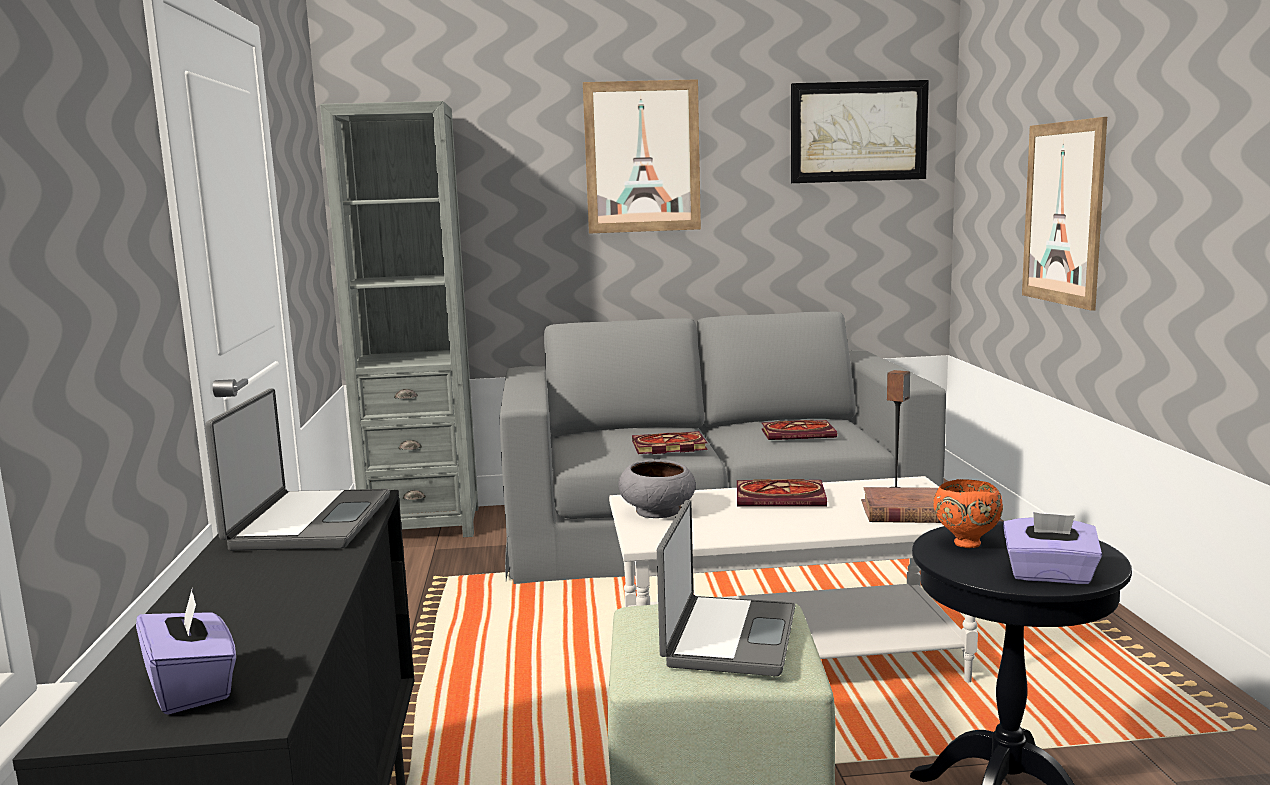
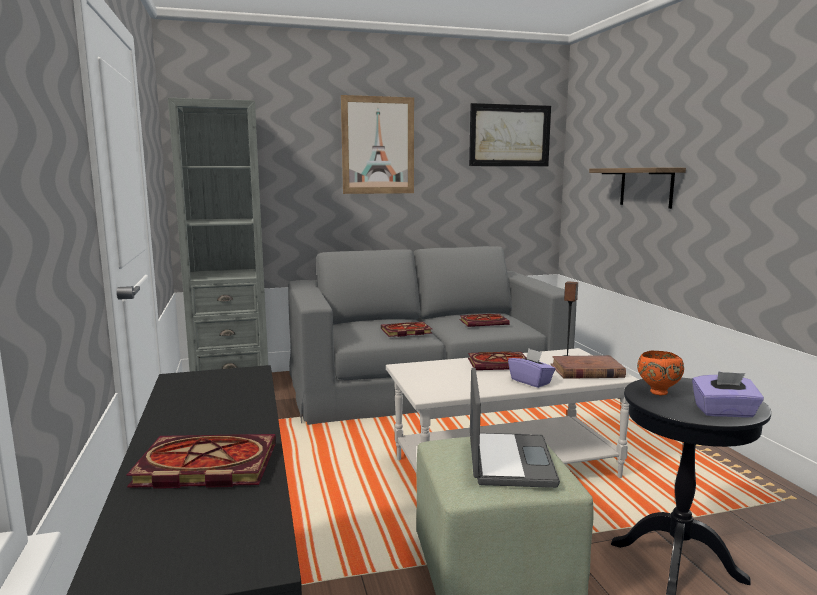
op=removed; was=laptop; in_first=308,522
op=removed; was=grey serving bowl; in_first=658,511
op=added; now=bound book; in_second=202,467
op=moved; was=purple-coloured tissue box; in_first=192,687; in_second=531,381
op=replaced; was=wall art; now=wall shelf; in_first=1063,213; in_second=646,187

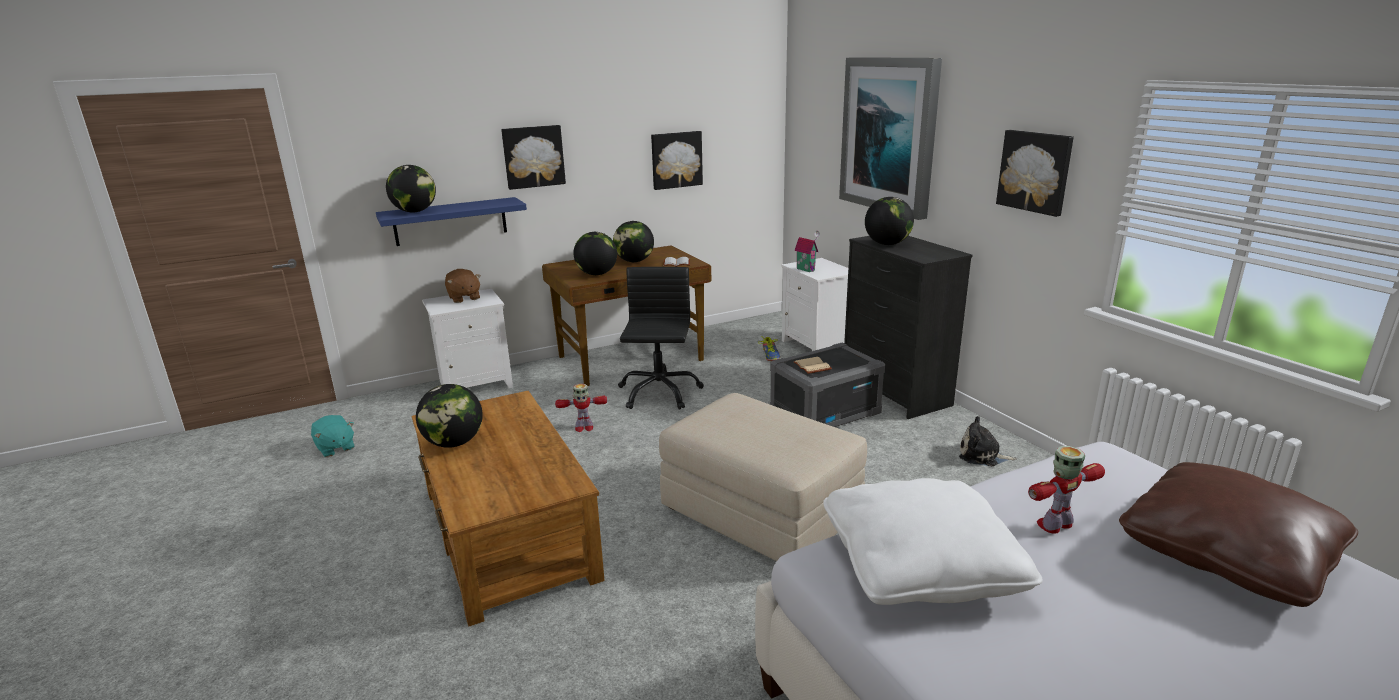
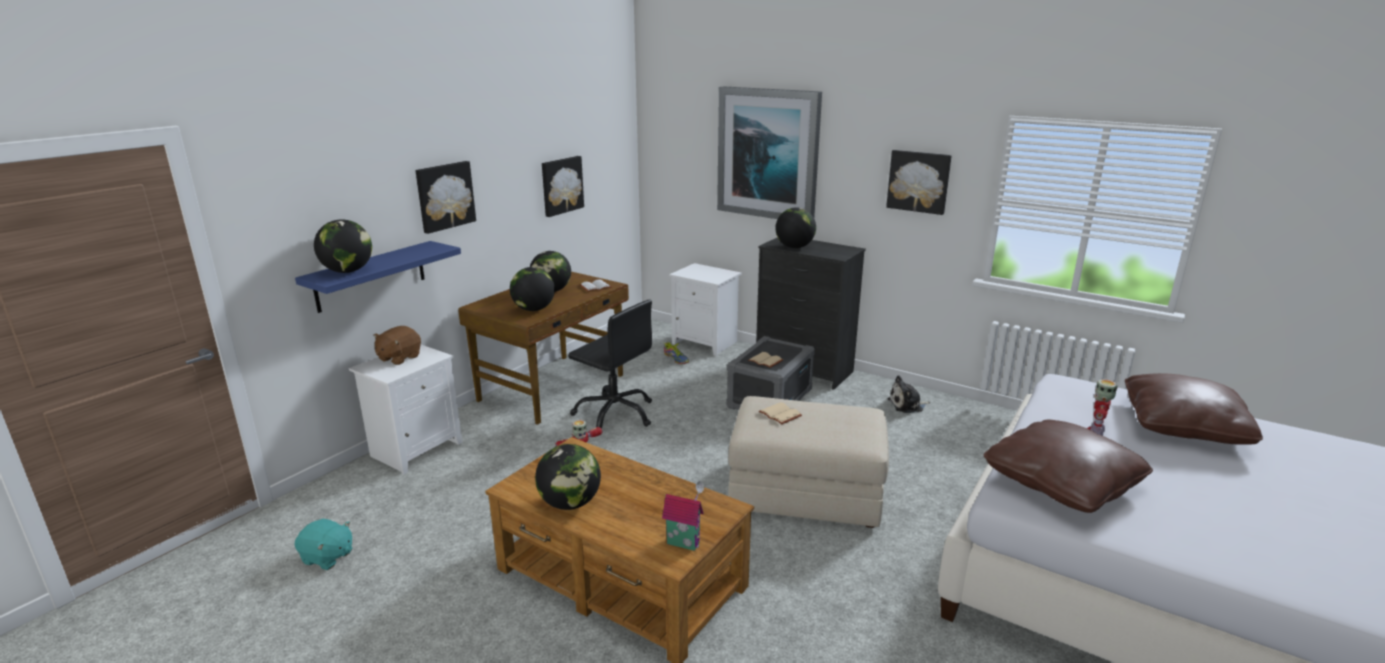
op=added; now=beige bound book; in_second=779,414
op=moved; was=toy house; in_first=806,269; in_second=684,542
op=recoloured; was=white-coloured pillow; now=brown-coloured pillow; in_first=920,565; in_second=1061,483
op=turned; was=brown-coloured cuddly toy; in_first=464,298; in_second=399,358; clockwise=90
op=turned; was=black desk chair; in_first=659,392; in_second=615,414; clockwise=150

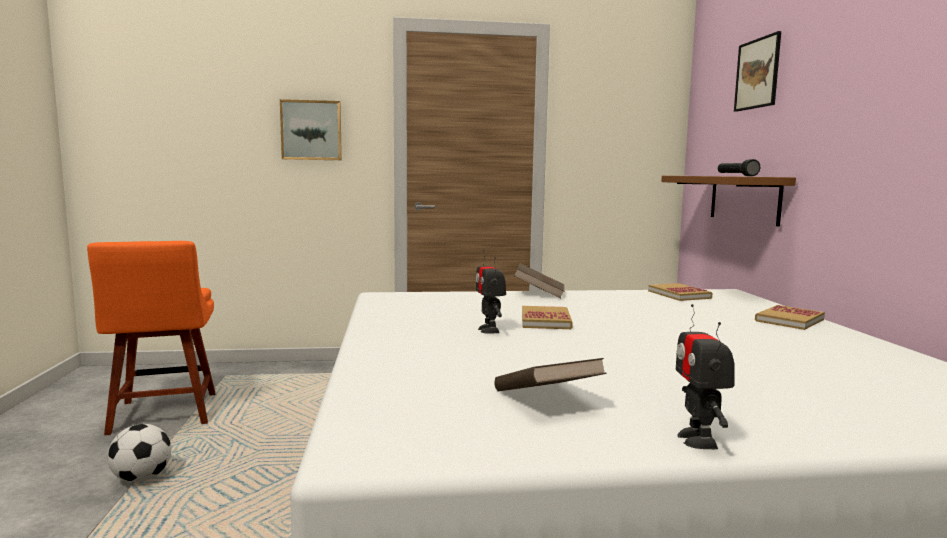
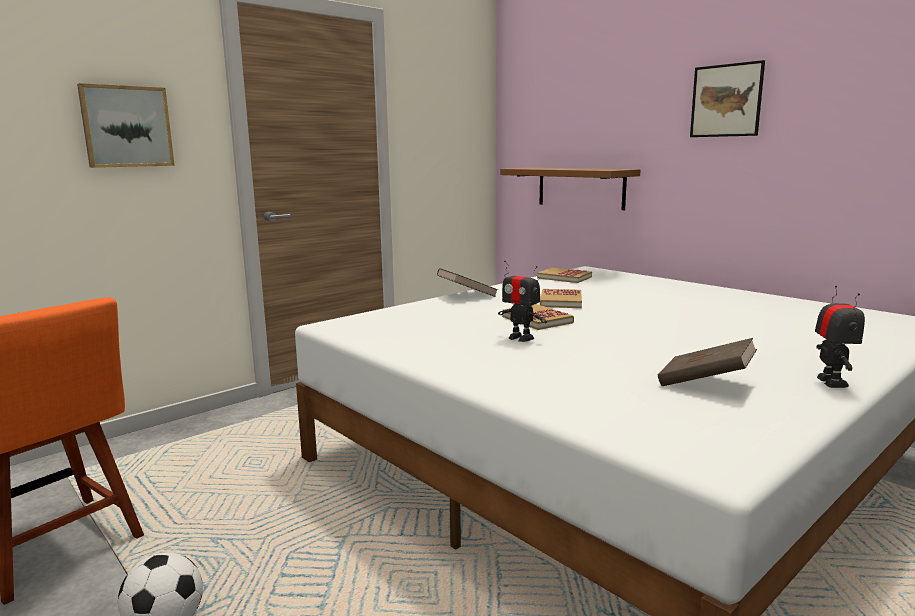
op=removed; was=black hand torch; in_first=736,176
op=moved; was=wall art; in_first=757,73; in_second=726,100
op=moved; was=bound book; in_first=789,320; in_second=560,301
op=turned; was=robot figure; in_first=698,440; in_second=831,382; clockwise=-135

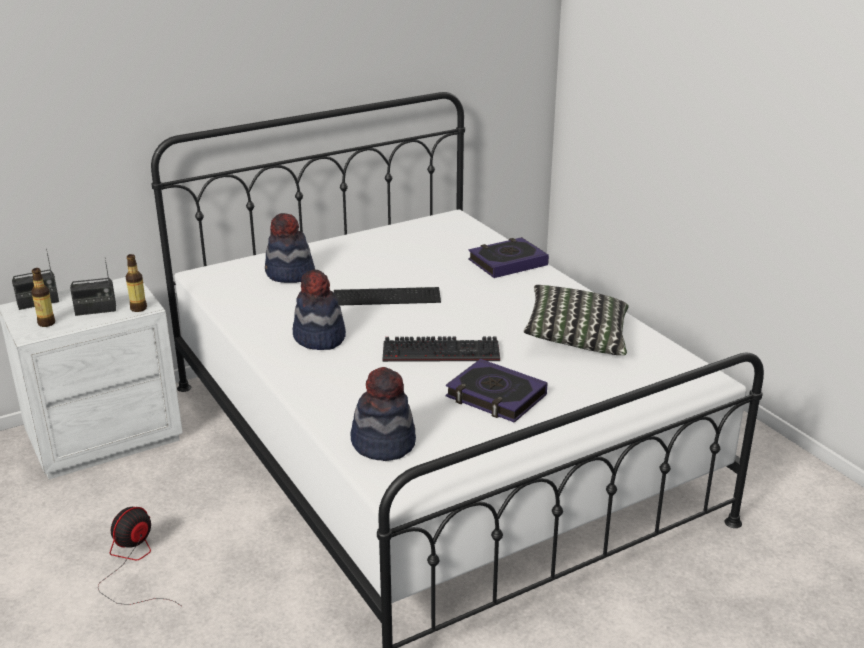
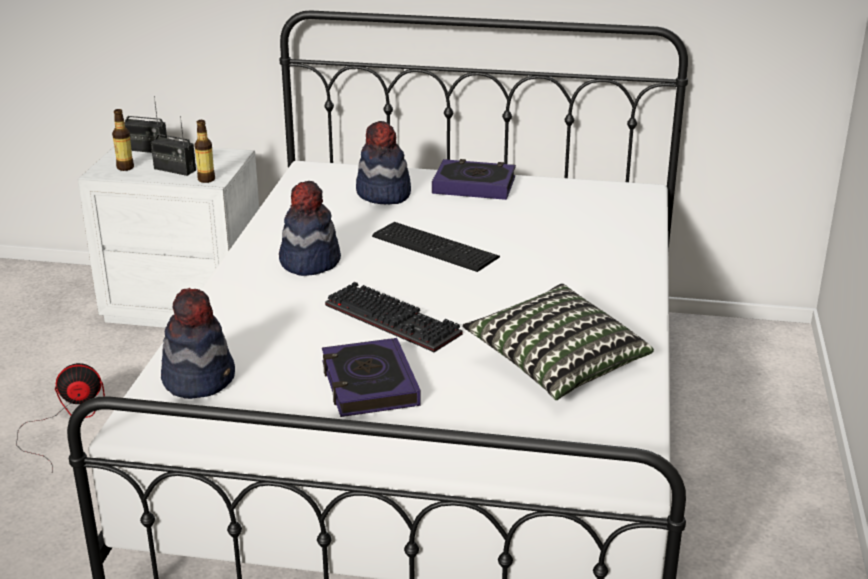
op=moved; was=bound book; in_first=507,263; in_second=474,185

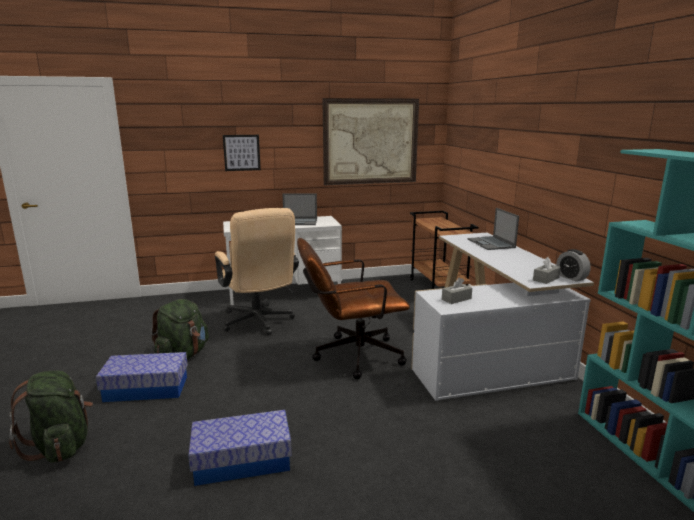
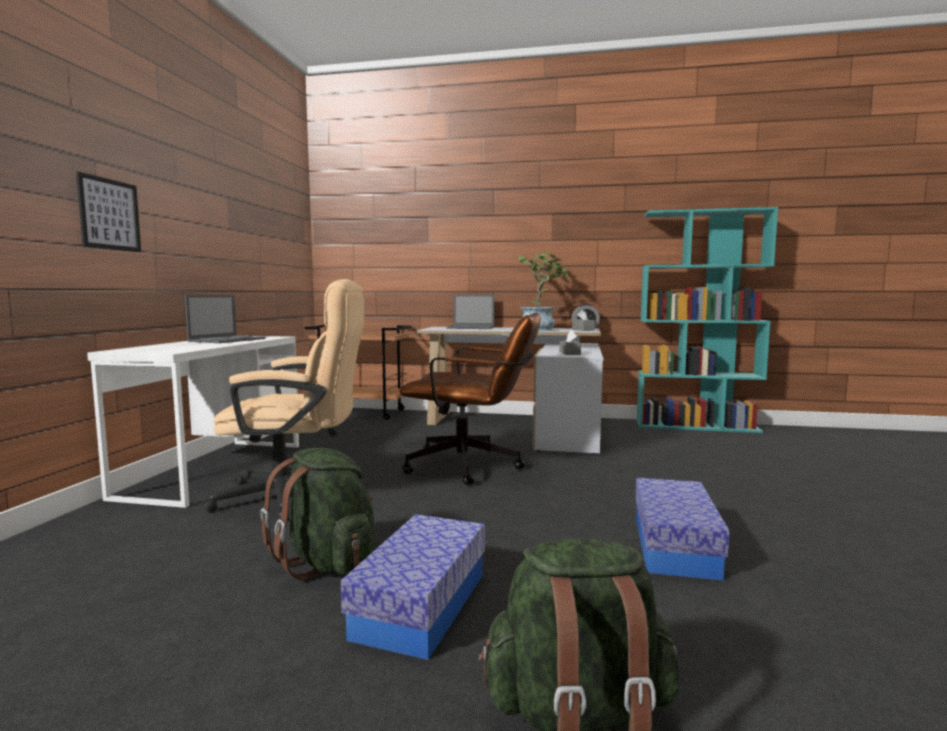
op=removed; was=wall art; in_first=370,142
op=added; now=potted plant; in_second=540,329
op=turned; was=brown-coloured desk chair; in_first=350,356; in_second=474,467; clockwise=-90

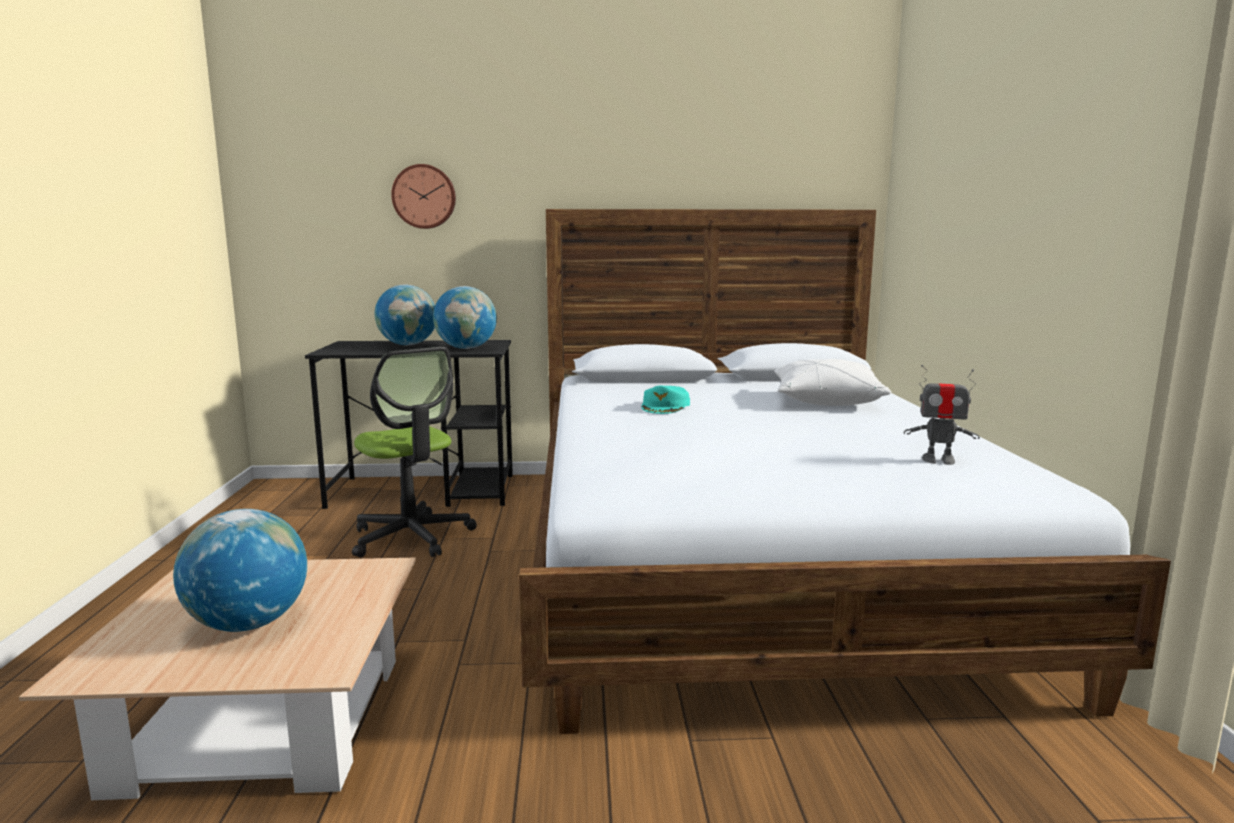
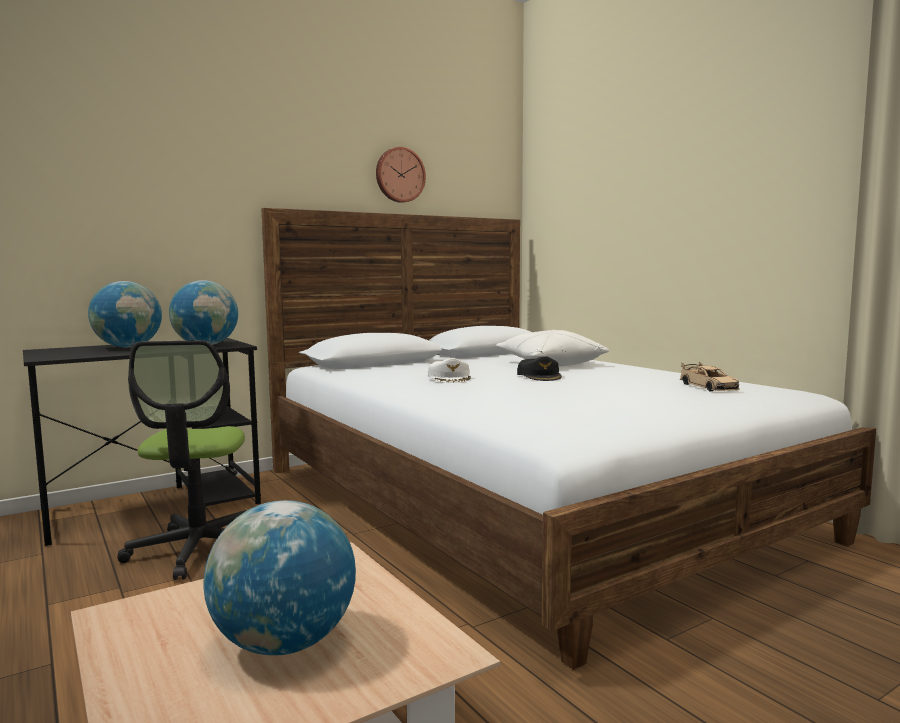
op=added; now=black cap; in_second=539,376
op=moved; was=hanging clock; in_first=424,196; in_second=399,175
op=replaced; was=robot figure; now=beige model car; in_first=938,460; in_second=708,387
op=recoloured; was=blue-green cap; now=white-coloured cap; in_first=665,407; in_second=450,378
op=turned; was=desk chair; in_first=411,537; in_second=198,550; clockwise=60

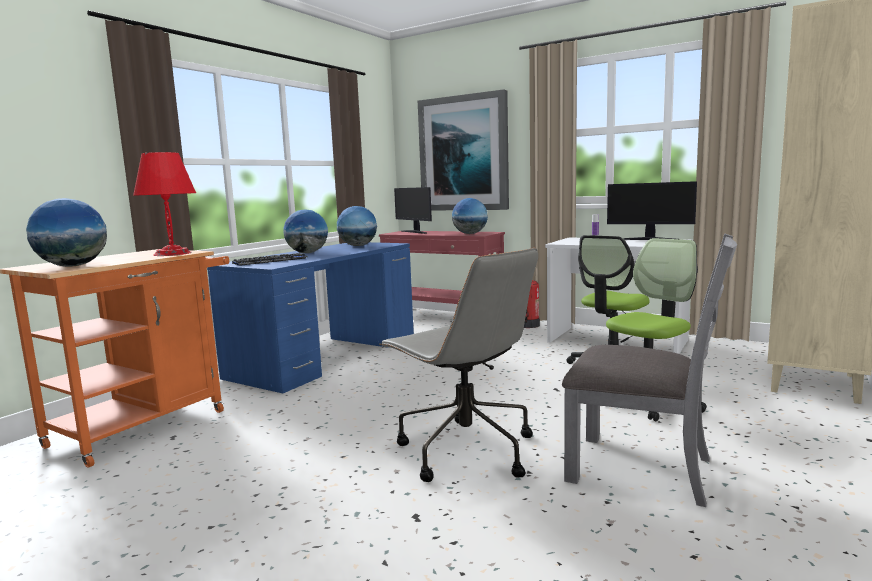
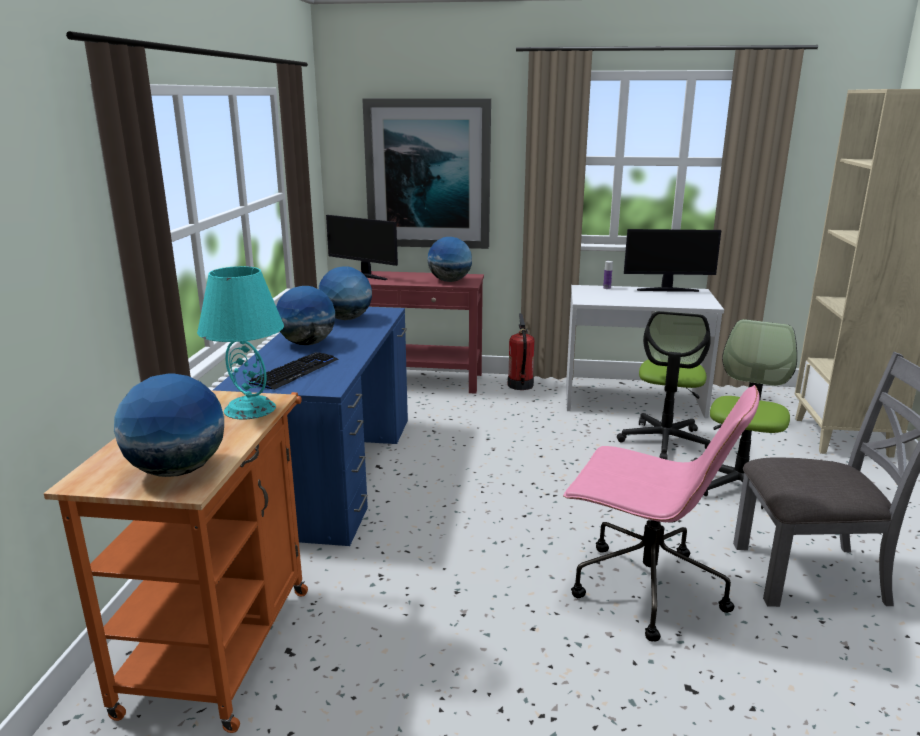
op=recoloured; was=red table lamp; now=blue-green table lamp; in_first=173,253; in_second=250,408
op=recoloured; was=grey desk chair; now=pink desk chair; in_first=464,450; in_second=644,588

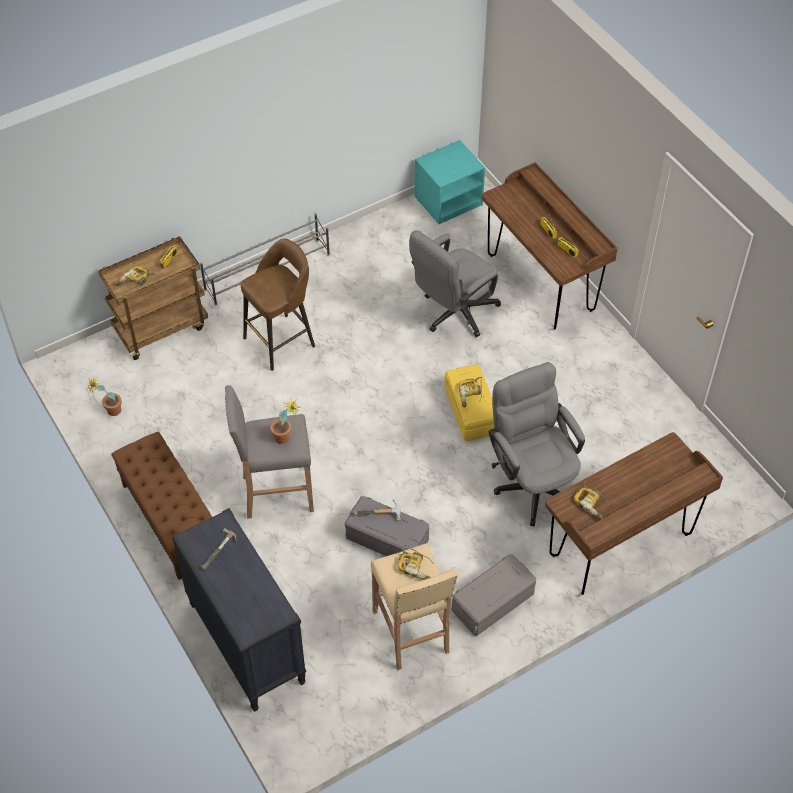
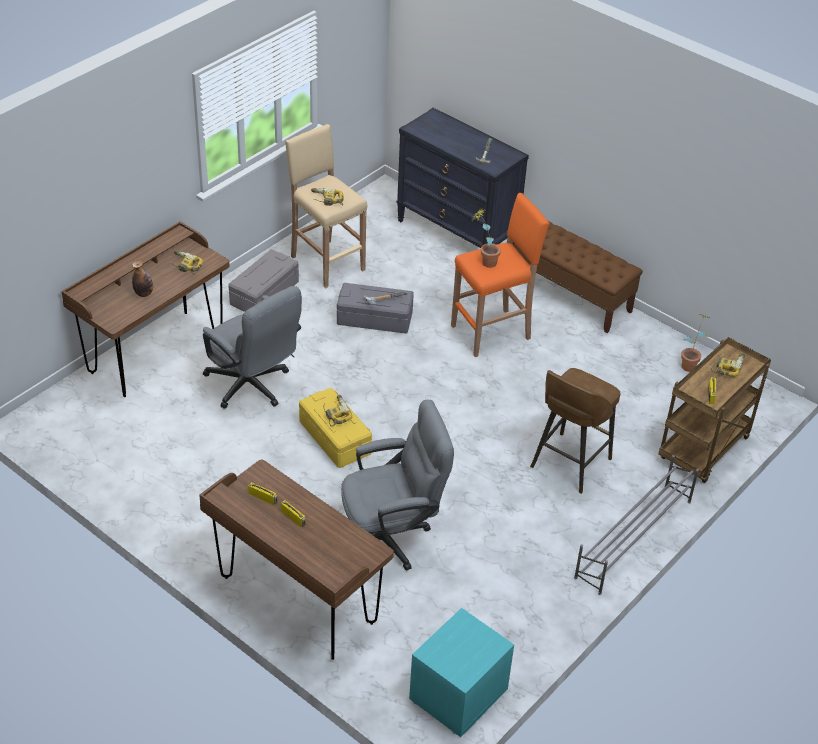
op=added; now=beverage bottle; in_second=144,293
op=recoloured; was=grey stool seat; now=orange stool seat; in_first=276,493; in_second=492,332
op=turned; was=grey desk chair; in_first=453,314; in_second=391,537; clockwise=45

